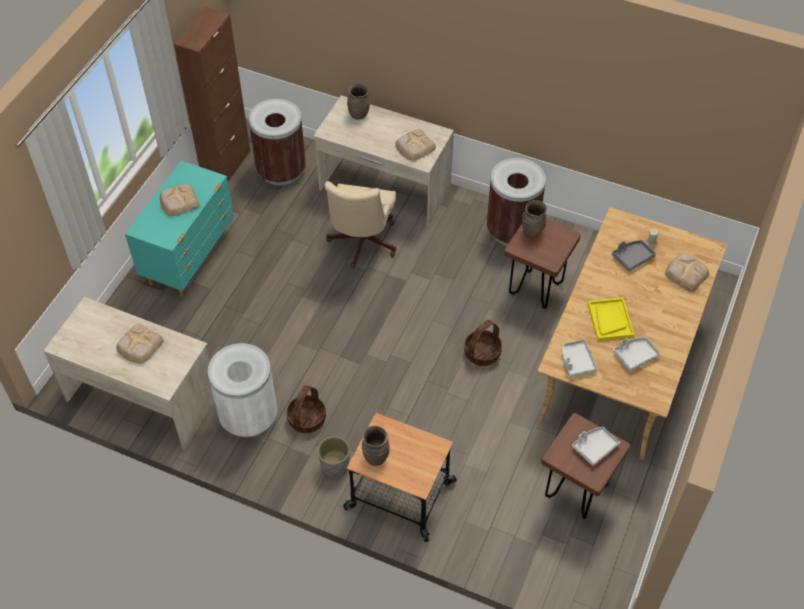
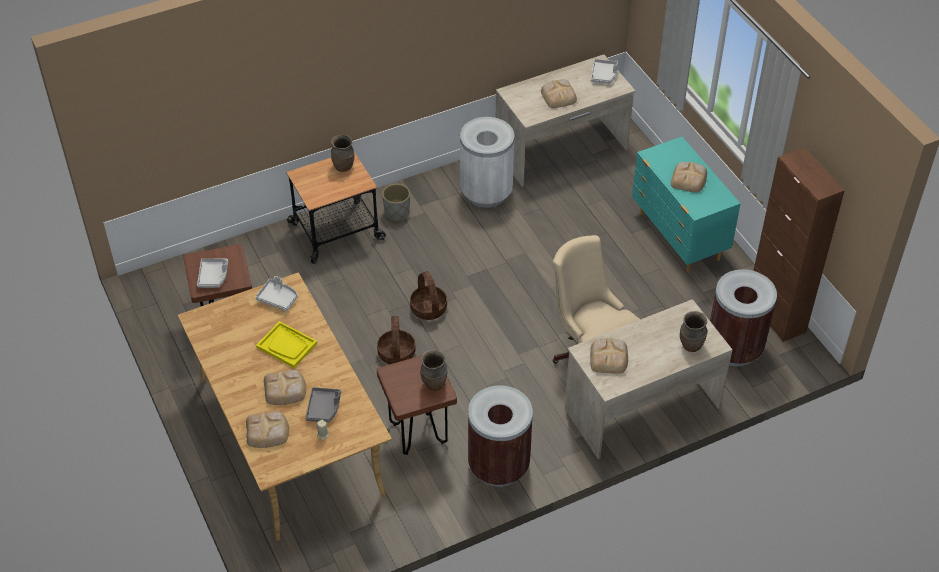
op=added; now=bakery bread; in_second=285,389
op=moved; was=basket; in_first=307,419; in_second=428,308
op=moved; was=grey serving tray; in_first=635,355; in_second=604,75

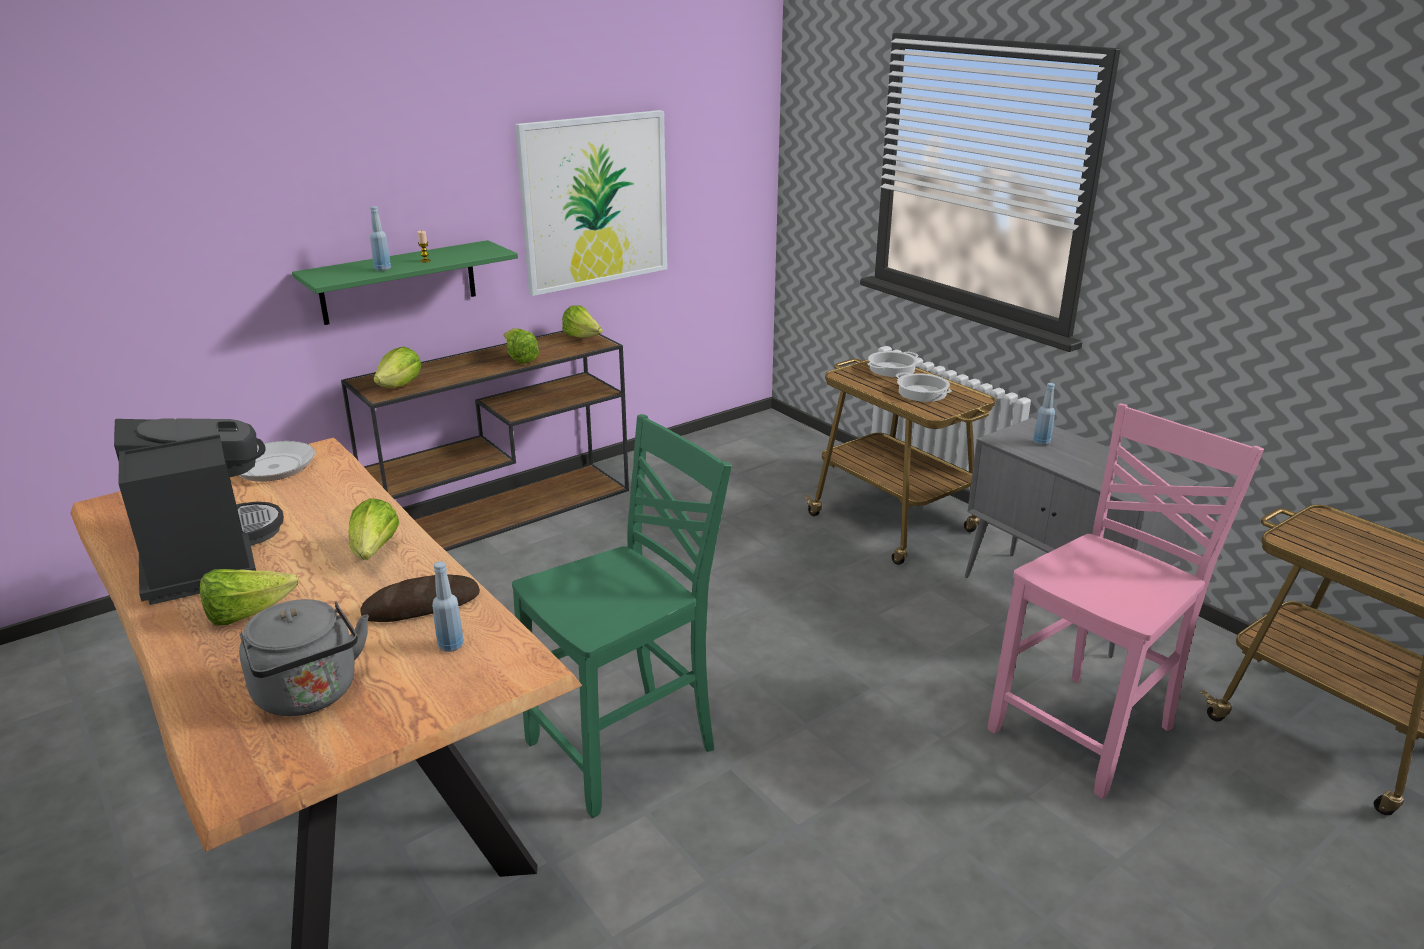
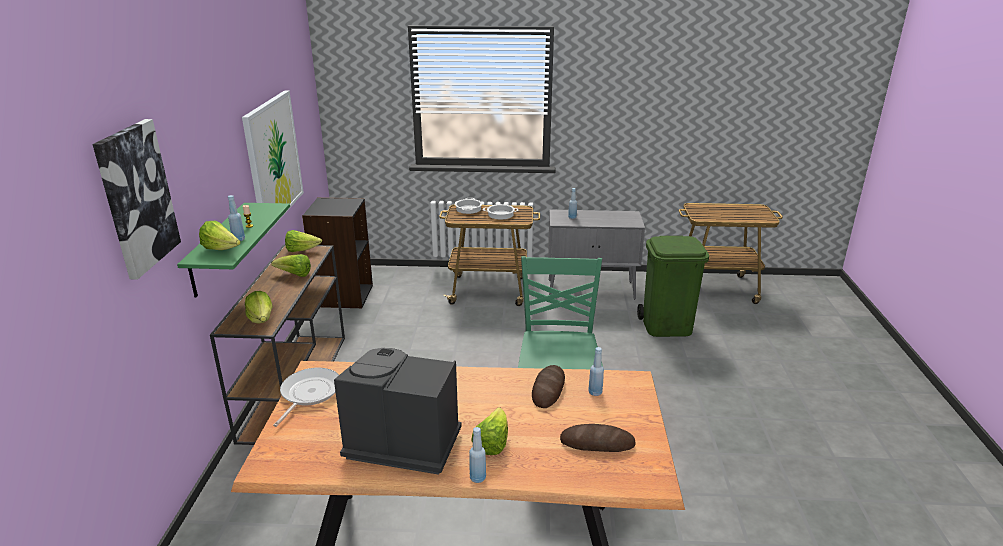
op=added; now=wall art; in_second=136,198
op=added; now=black bookshelf; in_second=344,296
op=added; now=bluish beverage bottle; in_second=478,478
op=moved; was=lettuce head; in_first=374,552; in_second=221,249
op=replaced; was=grey kettle; now=bakery bread; in_first=310,695; in_second=597,443
op=replaced; was=pink chair; now=green-coloured trash can; in_first=1087,730; in_second=667,326

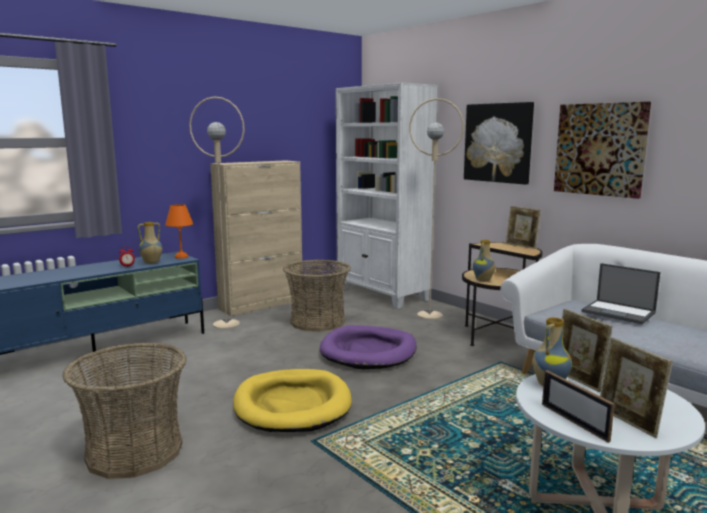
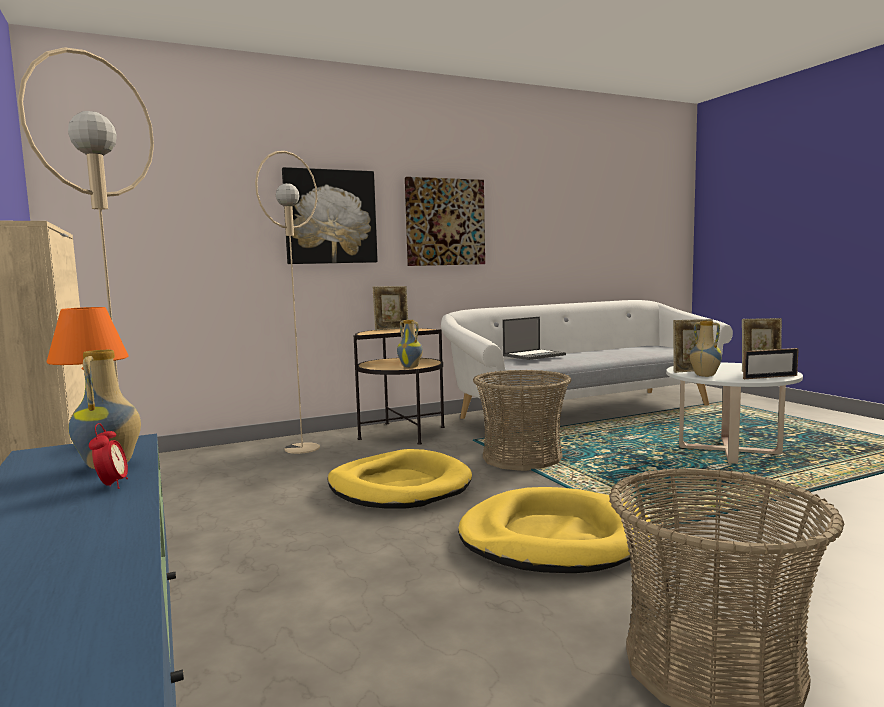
op=removed; was=white-coloured bookshelf; in_first=382,295
op=moved; was=basket; in_first=317,322; in_second=522,458
op=recoloured; was=purple-coloured dog cushion; now=yellow dog cushion; in_first=368,351; in_second=399,486

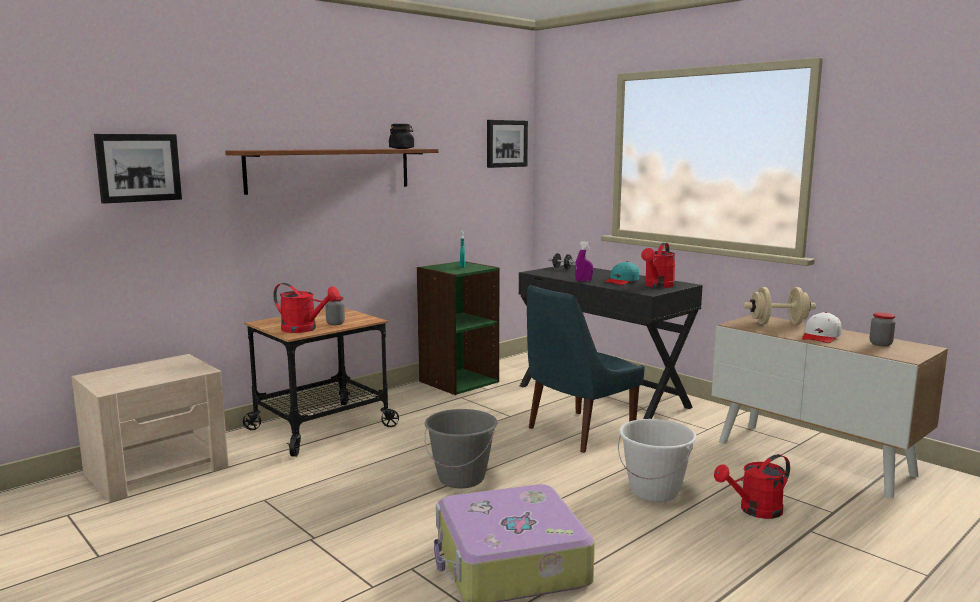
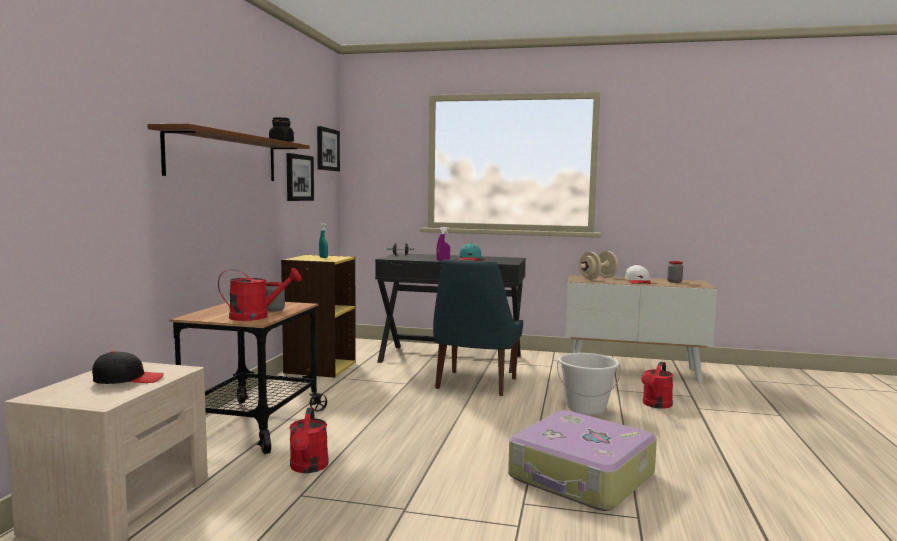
op=removed; was=grey water bucket; in_first=461,478
op=added; now=black cap; in_second=128,379
op=moved; was=wall art; in_first=138,167; in_second=299,177
op=moved; was=red watering pot; in_first=657,286; in_second=308,468
op=recoloured; was=green-coloured bookshelf; now=yellow bookshelf; in_first=458,381; in_second=319,367

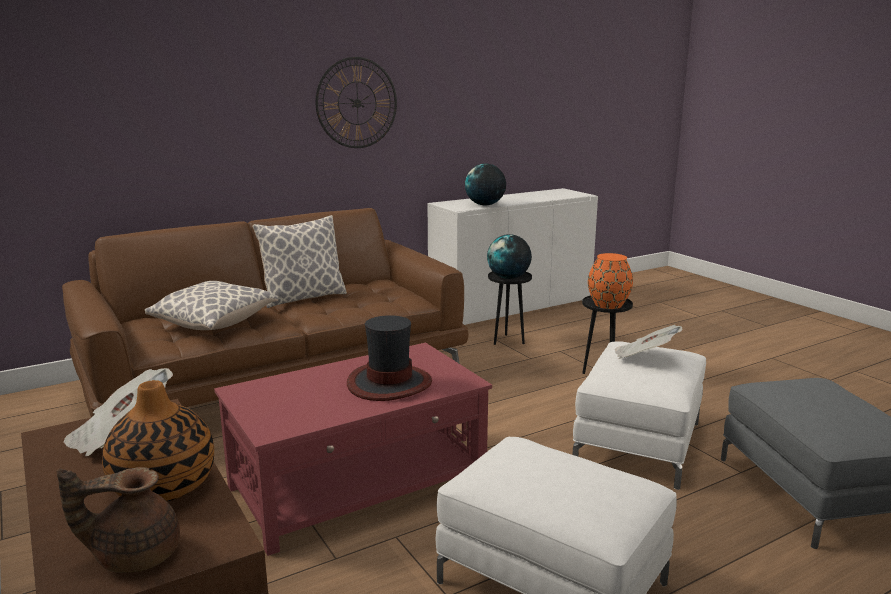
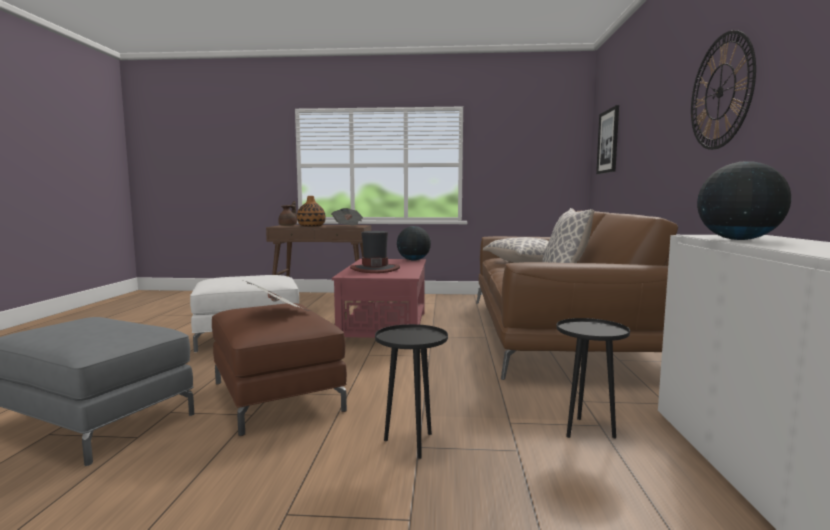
op=removed; was=orange flower vase; in_first=608,305
op=added; now=wall art; in_second=608,141
op=moved; was=globe; in_first=508,278; in_second=413,260
op=recoloured; was=white-coloured footrest; now=brown-coloured footrest; in_first=638,443; in_second=276,396

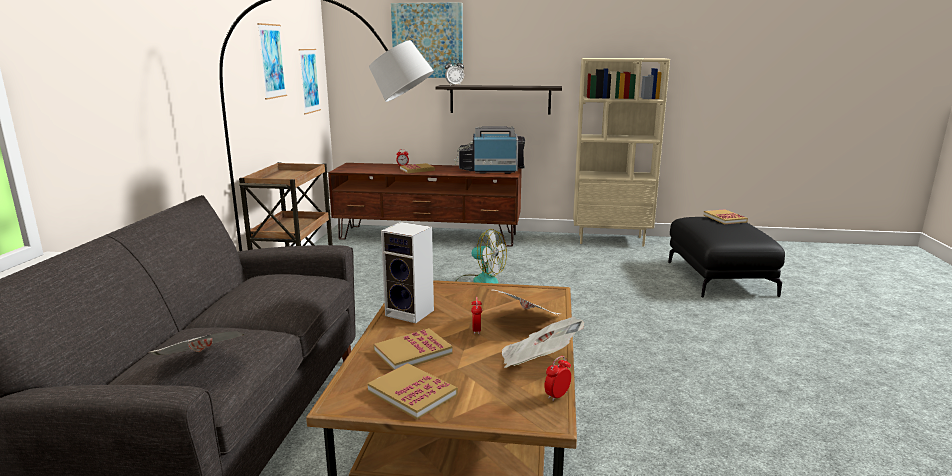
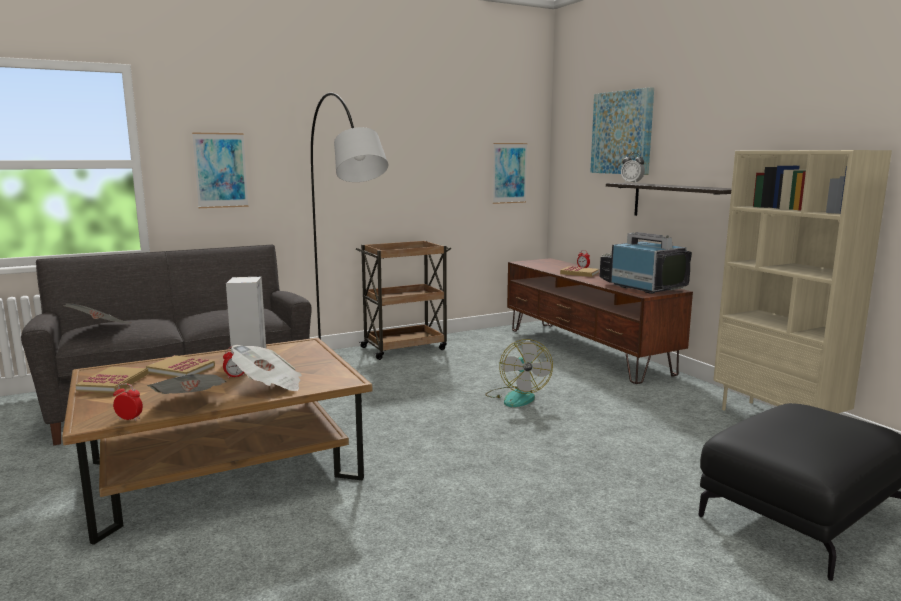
op=removed; was=bound book; in_first=724,218
op=moved; was=wall art; in_first=272,61; in_second=220,170

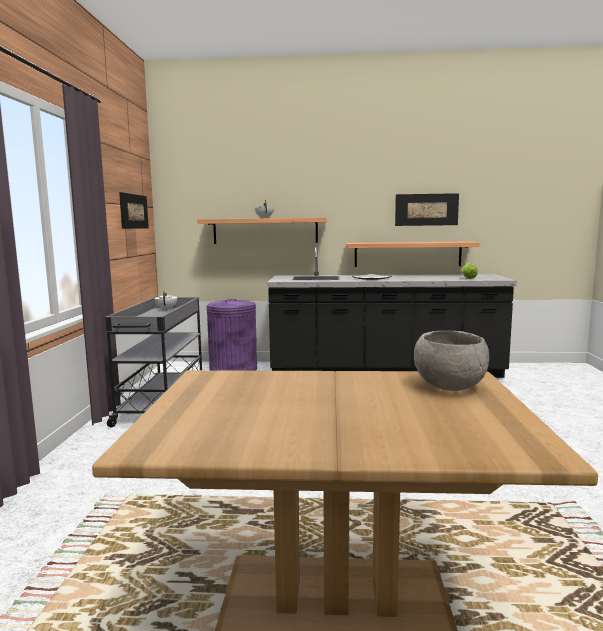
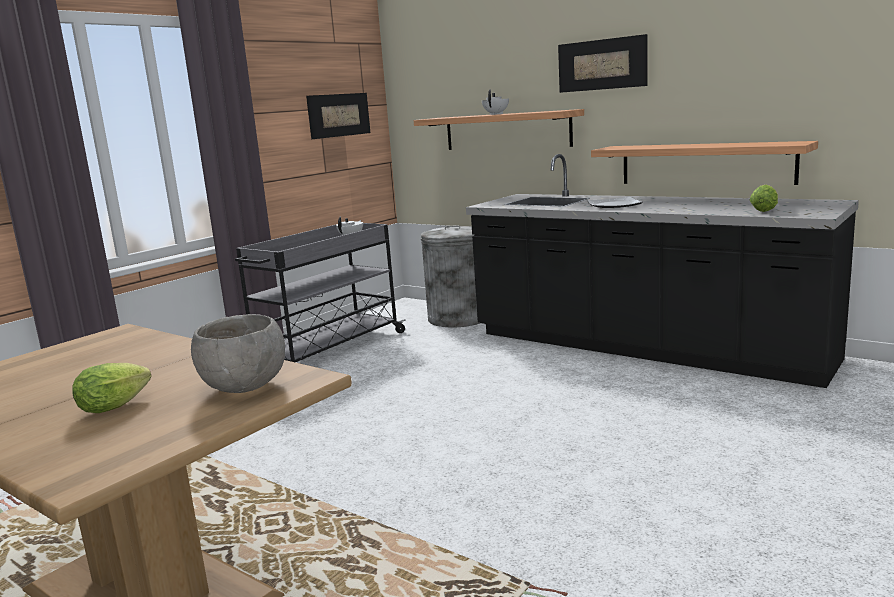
op=added; now=lettuce head; in_second=118,405
op=moved; was=wall art; in_first=426,209; in_second=601,64
op=recoloured; was=purple-coloured trash can; now=grey trash can; in_first=233,369; in_second=458,318

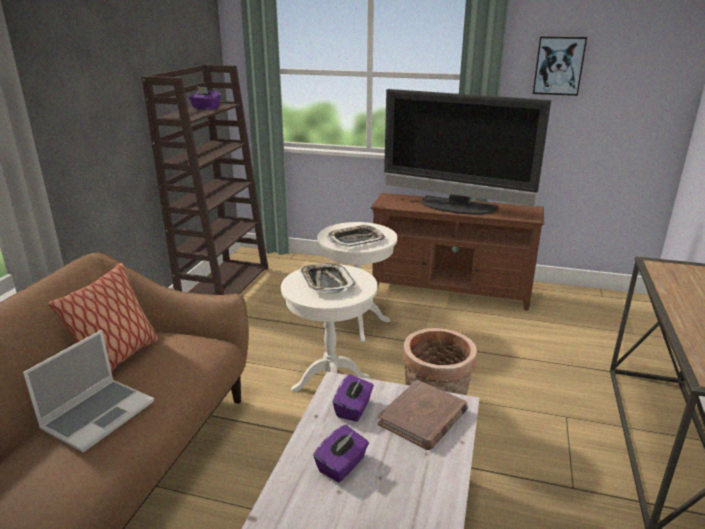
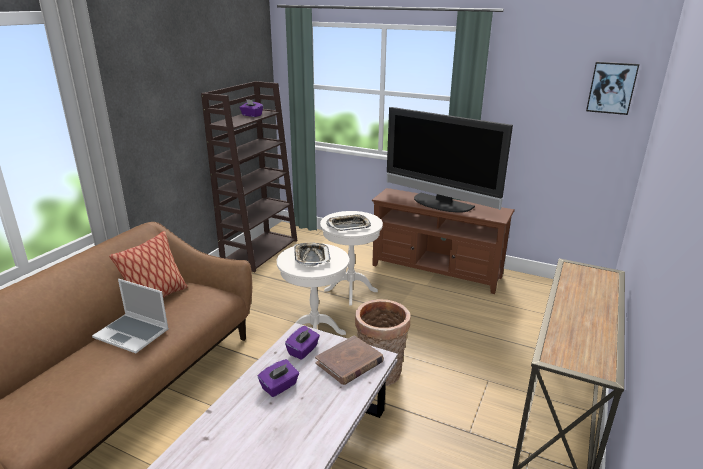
op=moved; was=wall art; in_first=558,66; in_second=611,88
op=turned; was=laptop; in_first=99,414; in_second=133,334; clockwise=75

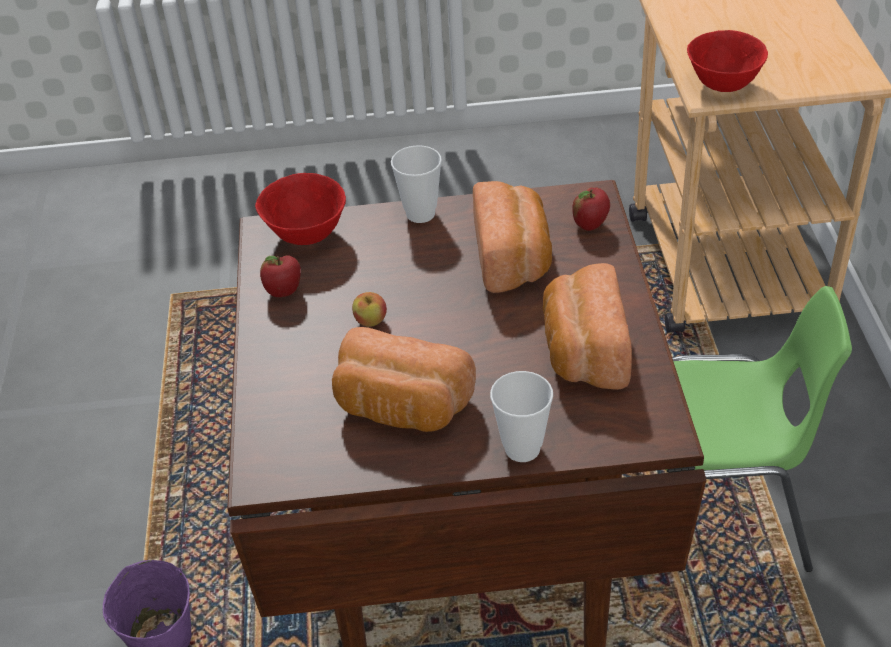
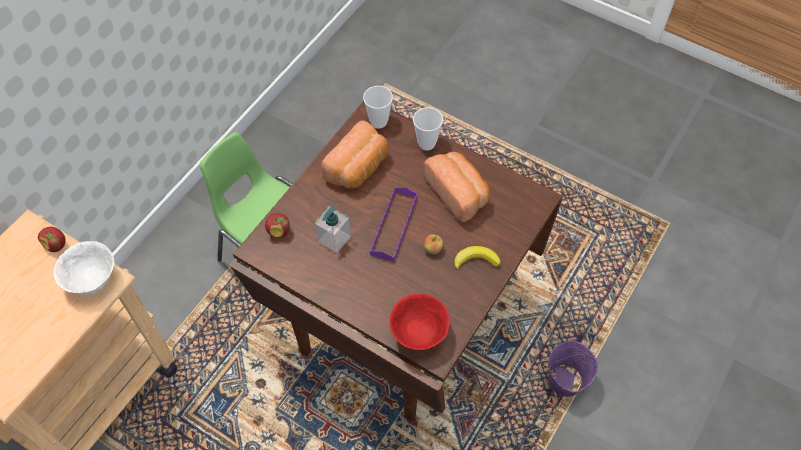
op=added; now=purple-coloured serving tray; in_second=394,225
op=added; now=whole banana; in_second=476,260
op=moved; was=apple fruit; in_first=284,292; in_second=57,245
op=moved; was=small cup; in_first=420,214; in_second=378,122
op=replaced; was=bakery bread; now=liquid soap bottle; in_first=513,257; in_second=334,239
op=recoloured; was=red serving bowl; now=white-coloured serving bowl; in_first=723,85; in_second=93,280

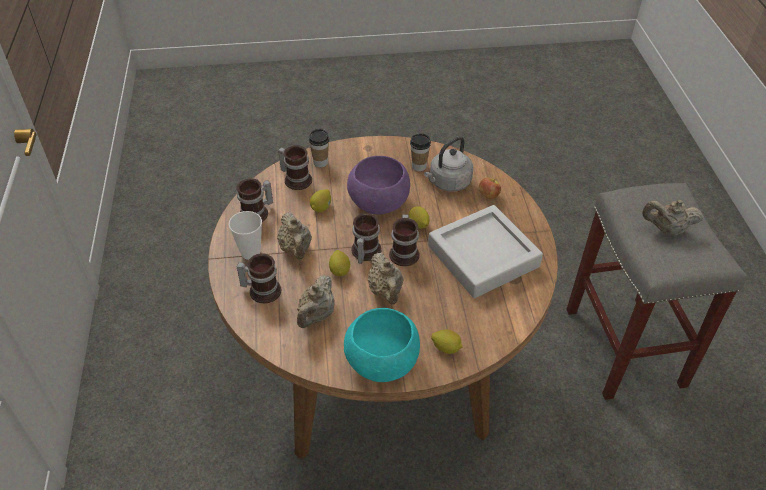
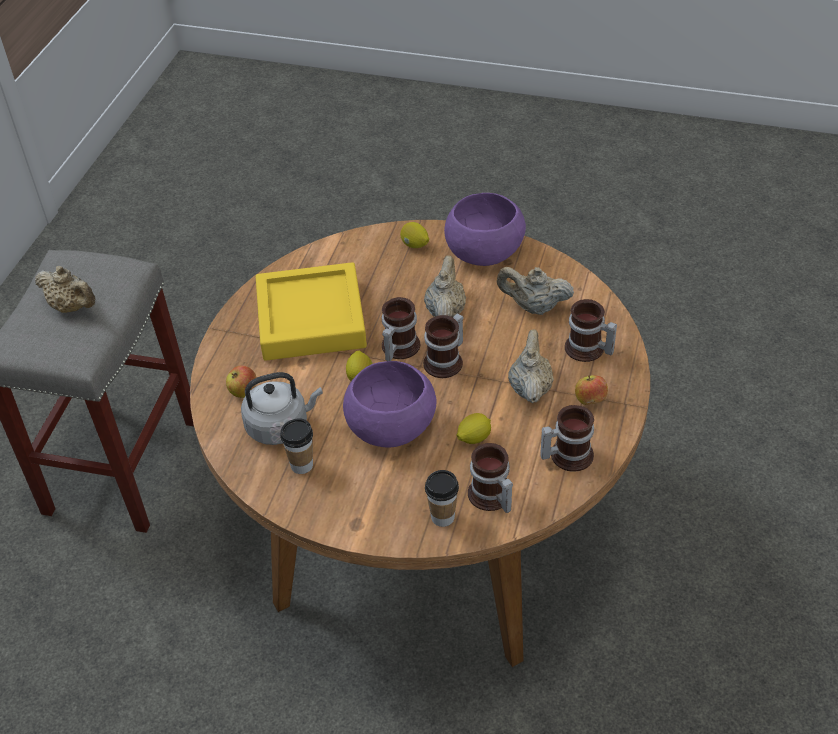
op=removed; was=whole lemon; in_first=340,270
op=replaced; was=small cup; now=apple fruit; in_first=250,252; in_second=590,400
op=recoloured; was=blue-green serving bowl; now=purple-coloured serving bowl; in_first=382,361; in_second=484,250
op=recoloured; was=grey serving tray; now=yellow serving tray; in_first=483,256; in_second=311,319
op=turned; was=beige pot for tea; in_first=316,315; in_second=534,307; clockwise=-120

